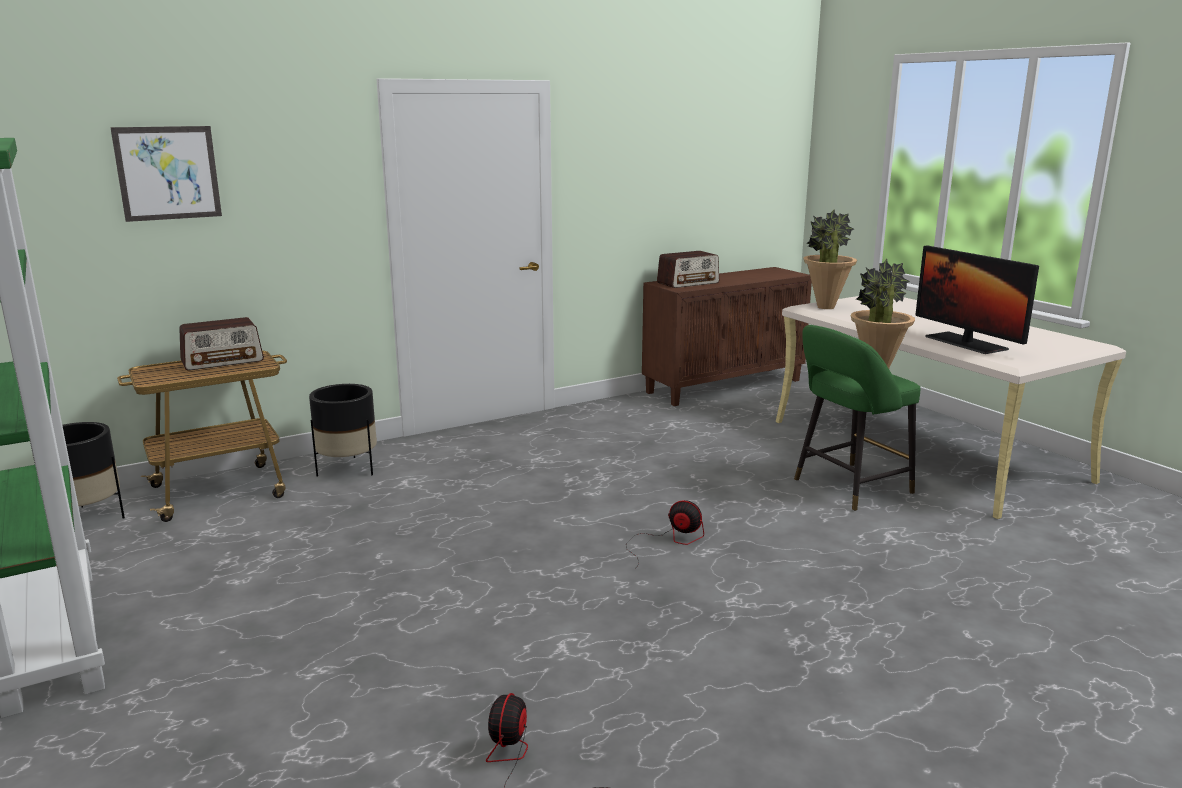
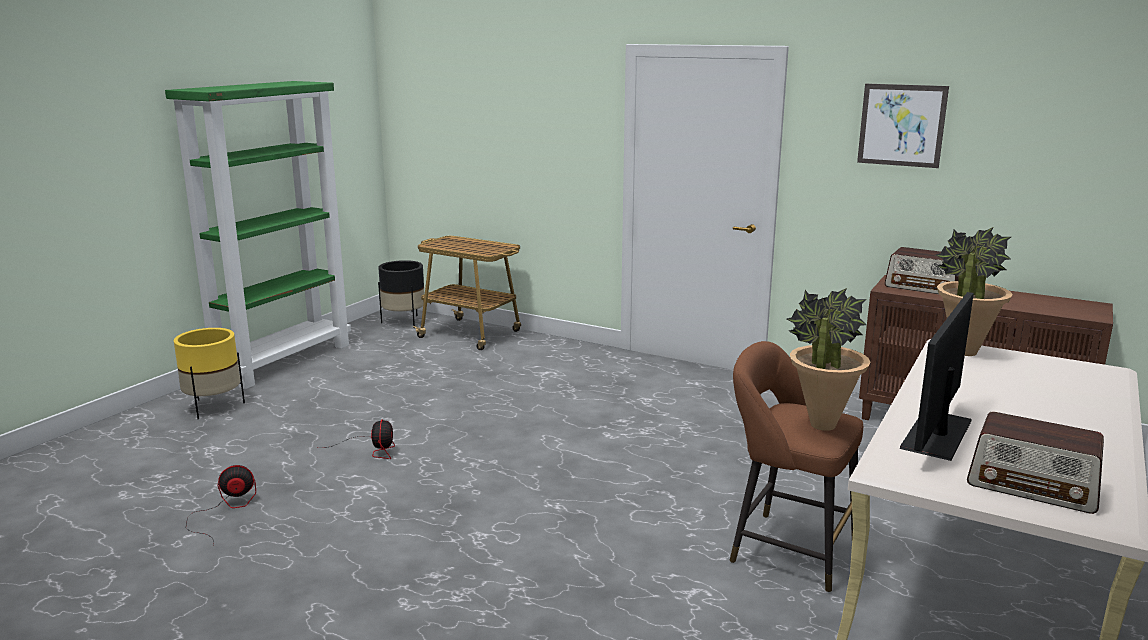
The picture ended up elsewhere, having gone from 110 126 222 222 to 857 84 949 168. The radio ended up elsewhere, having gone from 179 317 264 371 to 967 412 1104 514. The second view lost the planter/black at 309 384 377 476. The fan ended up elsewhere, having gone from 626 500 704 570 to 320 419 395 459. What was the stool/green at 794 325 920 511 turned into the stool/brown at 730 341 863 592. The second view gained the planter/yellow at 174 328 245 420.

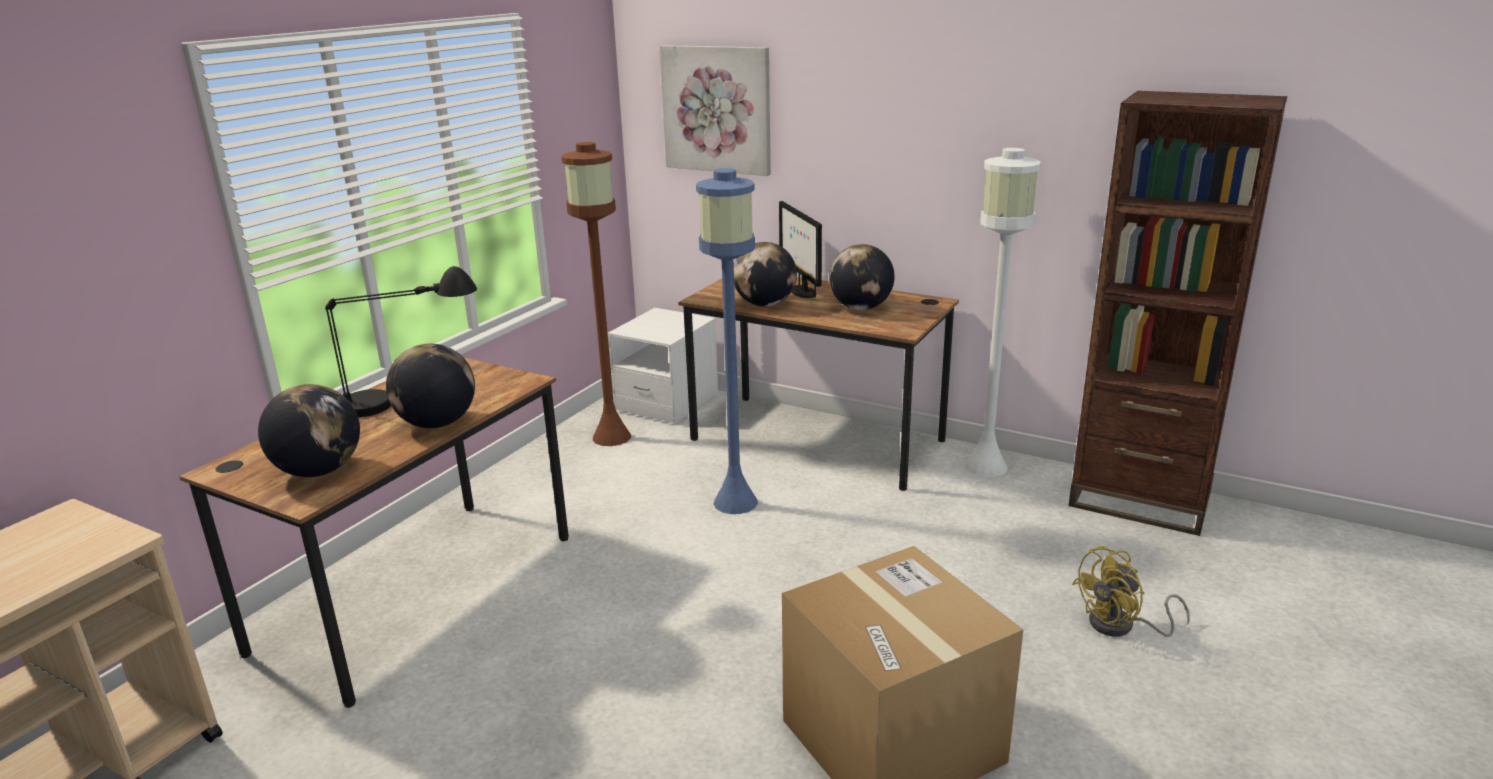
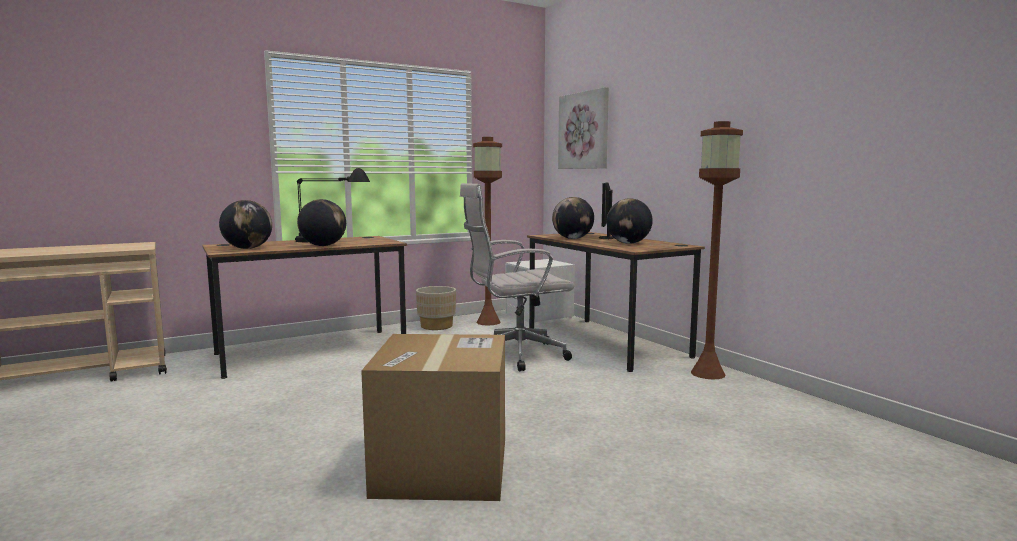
Where the floor lamp/blue stood at 696 168 758 514, the office chair/white came to stand at 460 183 574 371. What was the floor lamp/white at 965 148 1041 477 turned into the floor lamp/brown at 691 121 743 380. The second view lost the bookcase/brown at 1068 91 1287 536. The second view lost the fan/yellow at 1072 546 1190 637. The second view gained the planter/beige at 416 286 456 330.

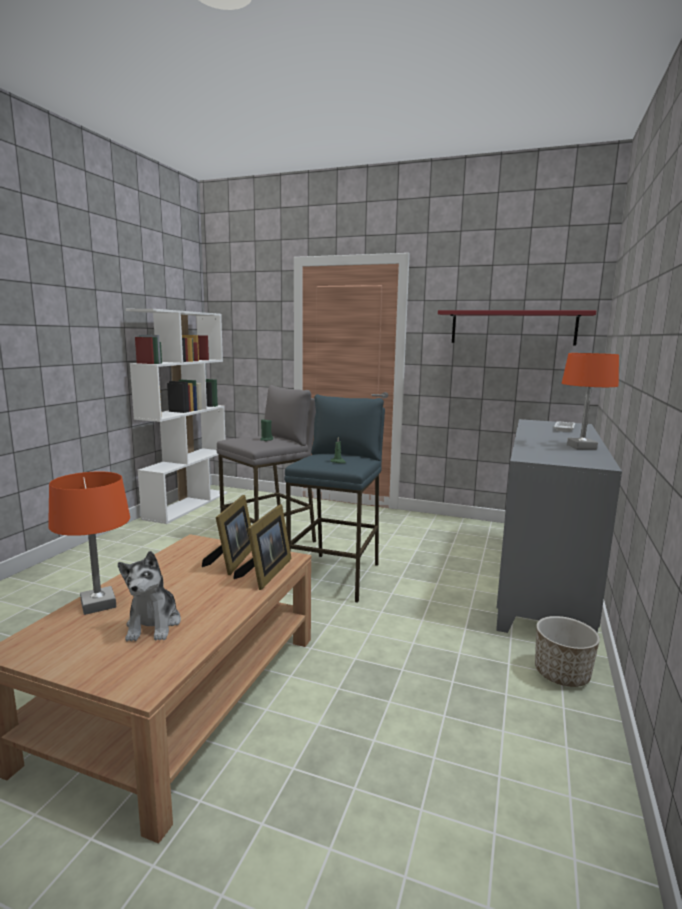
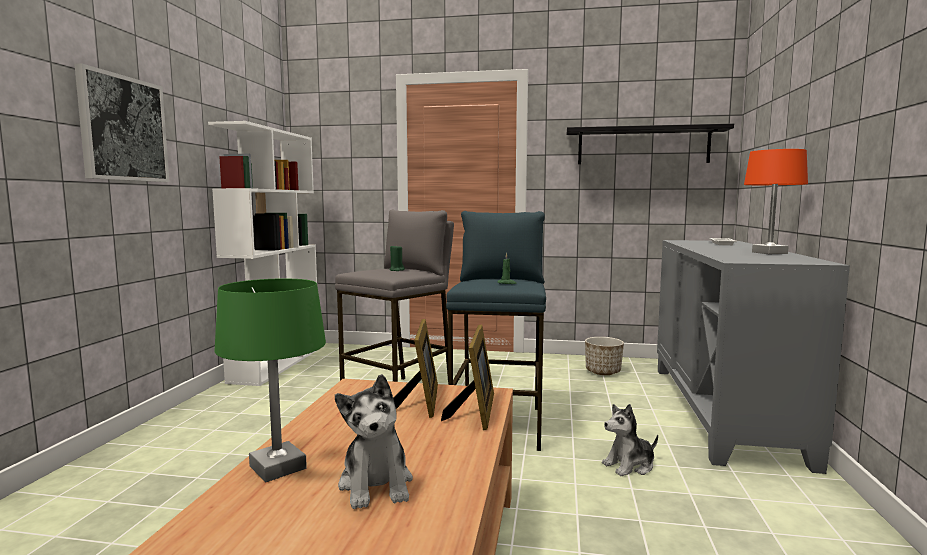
What was the table lamp/orange at 48 471 130 615 turned into the table lamp/green at 215 278 326 482. What was the shelf/red at 438 310 596 345 turned into the shelf/black at 567 123 734 164. The planter ended up elsewhere, having gone from 535 616 600 687 to 585 337 624 375. The second view gained the picture at 74 63 169 182. The second view gained the plush toy at 602 404 658 476.

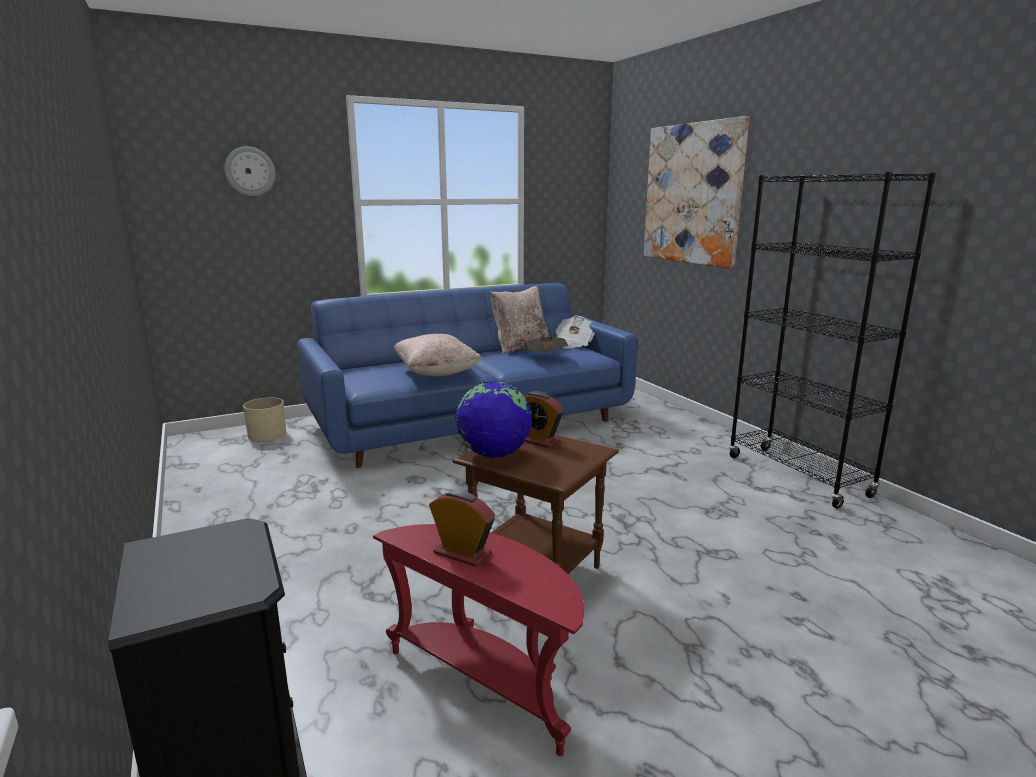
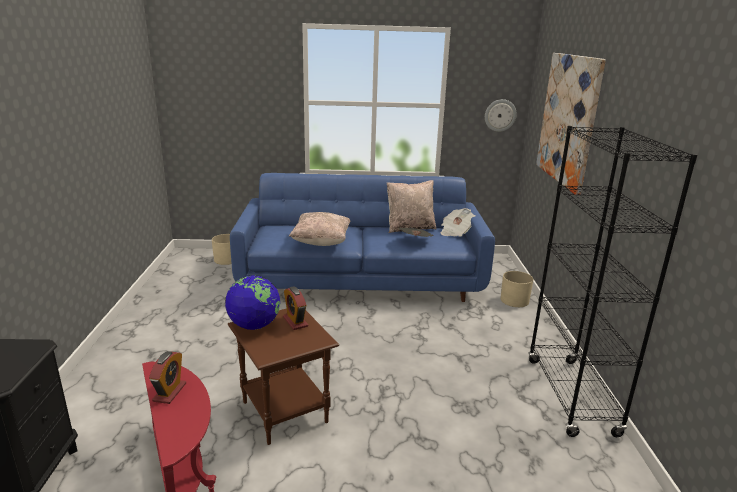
The wall clock ended up elsewhere, having gone from 224 146 275 196 to 485 99 517 132. The alarm clock at 429 490 495 567 ended up facing another way, 45 degrees clockwise from before. The second view gained the planter/beige at 501 271 534 307.

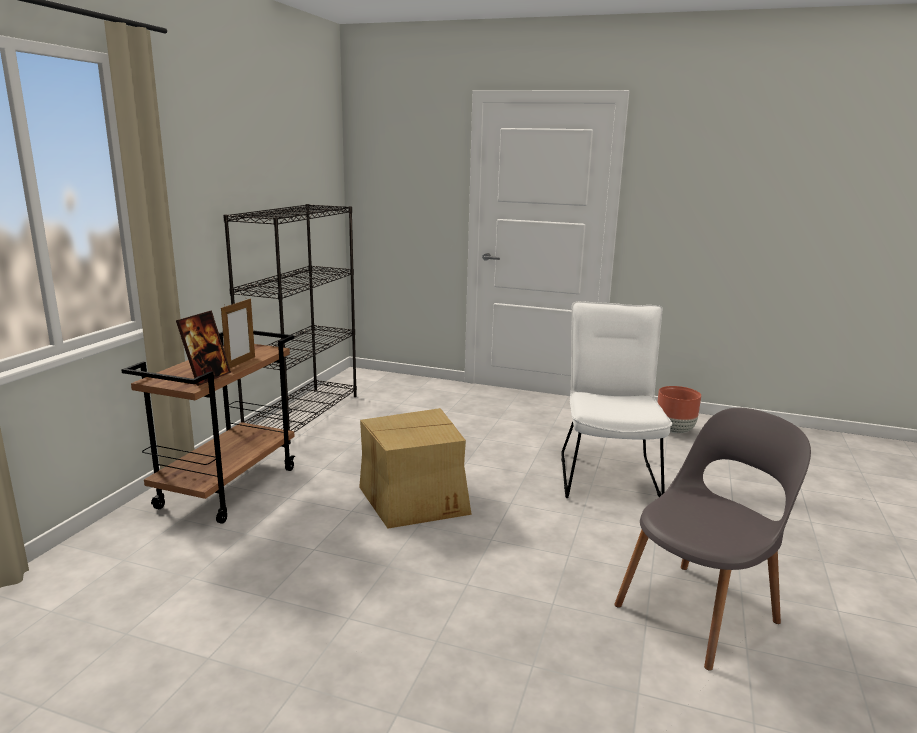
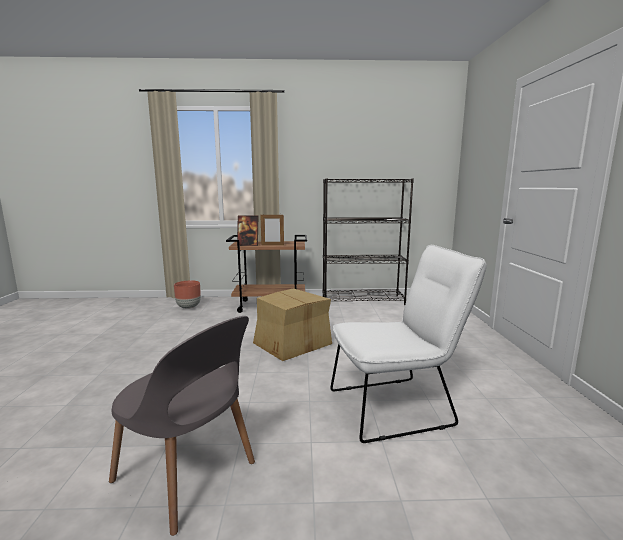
The planter/brown ended up elsewhere, having gone from 657 386 701 434 to 174 280 201 309.

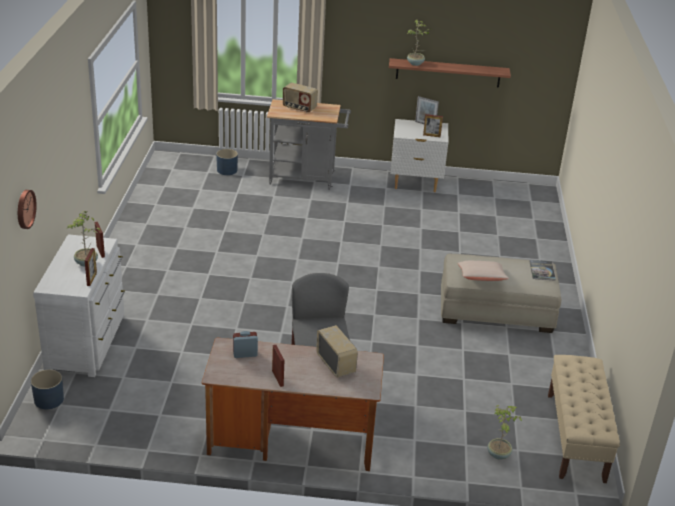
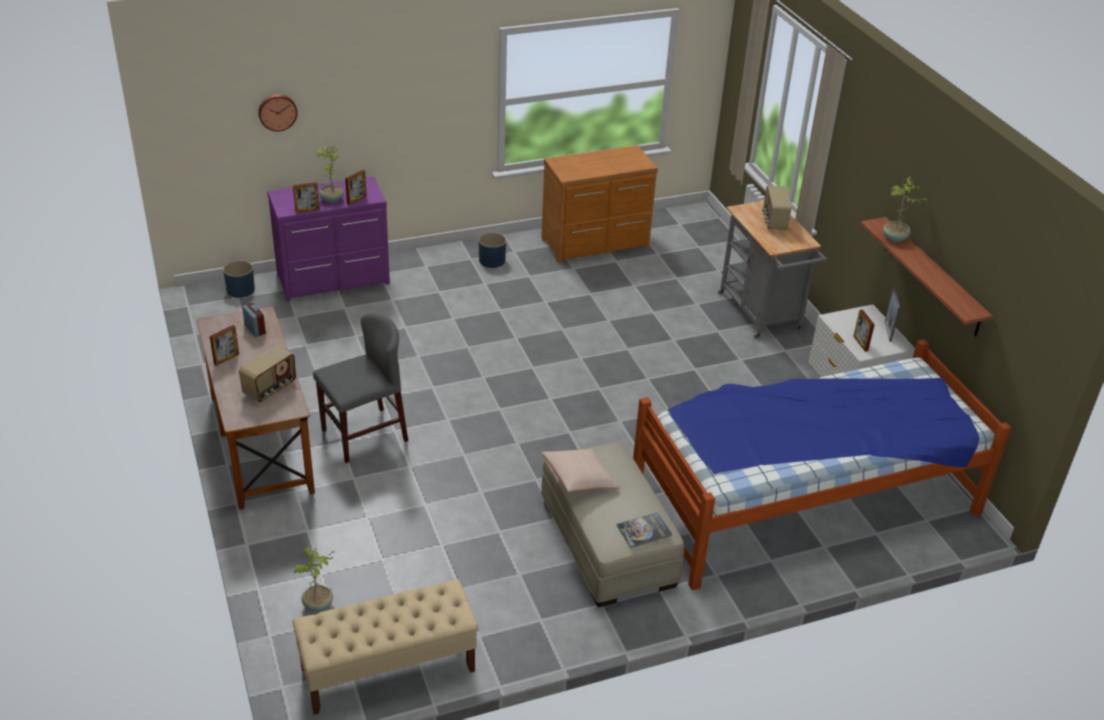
What was the dresser/white at 33 234 125 377 turned into the dresser/purple at 268 176 390 301. The planter/blue ended up elsewhere, having gone from 216 149 238 175 to 479 233 506 268. The second view gained the dresser/brown at 541 145 658 263. The second view gained the bed at 633 339 1011 590.

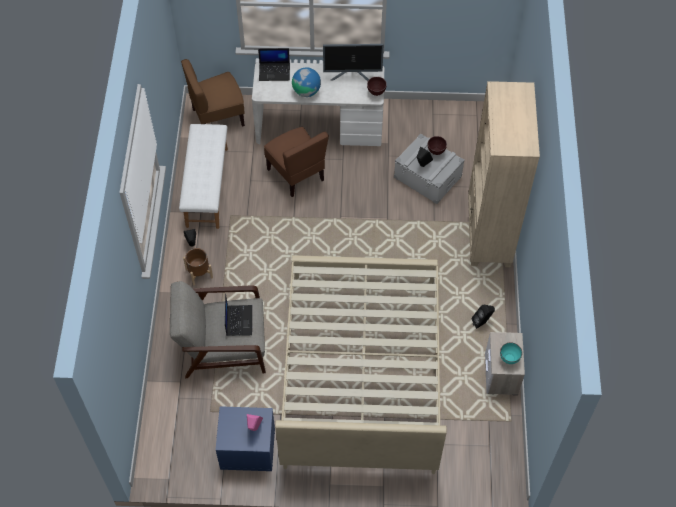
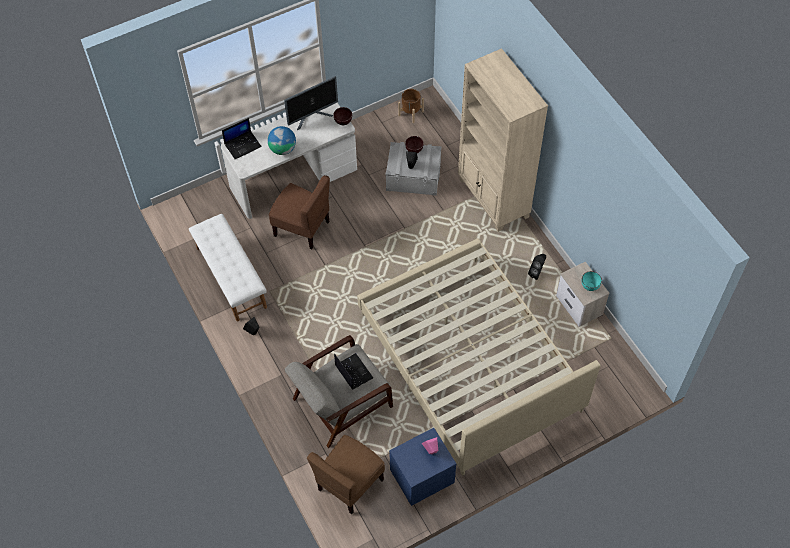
The chair/brown ended up elsewhere, having gone from 181 59 245 127 to 307 435 385 514. The planter/brown ended up elsewhere, having gone from 183 248 213 285 to 398 89 424 123.

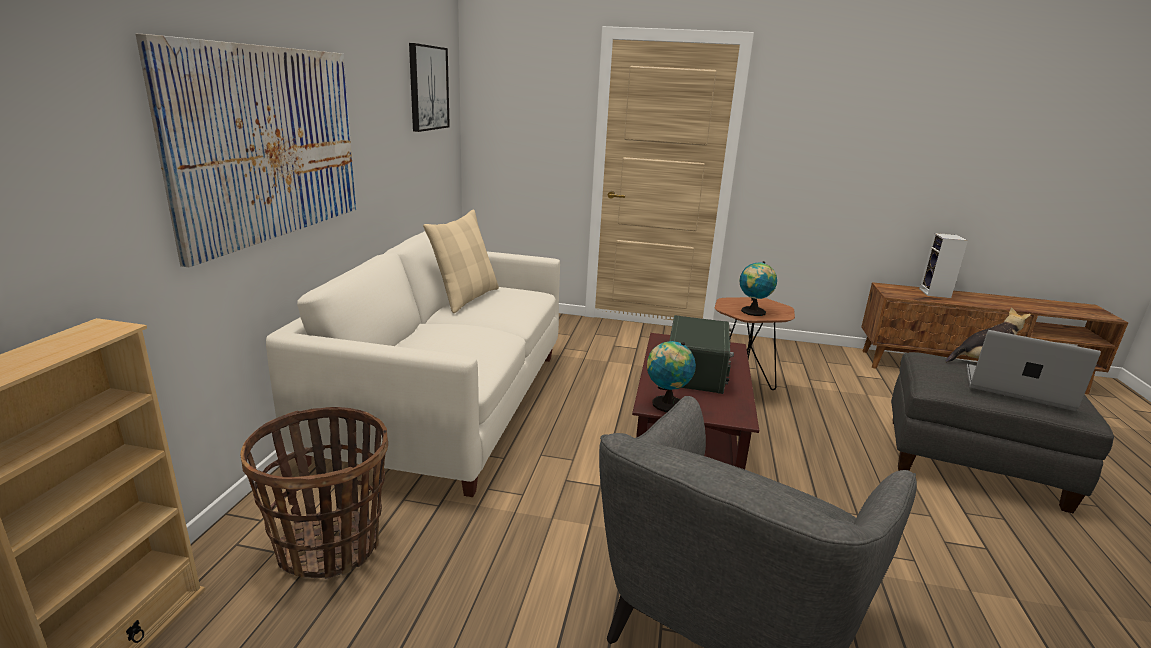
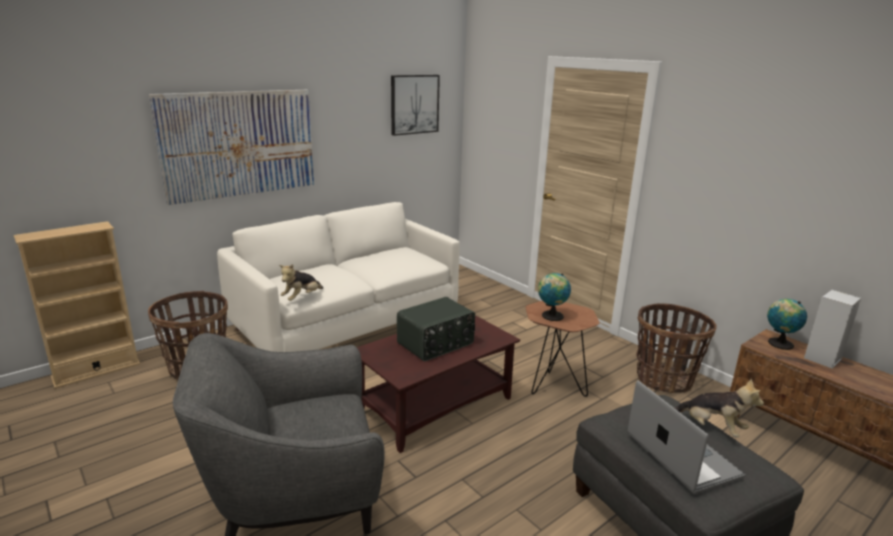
The second view lost the pillow/beige at 423 209 499 313. The globe ended up elsewhere, having gone from 647 341 696 412 to 767 299 807 350. The second view gained the plush toy at 279 264 323 301. The second view gained the basket at 636 303 717 393.

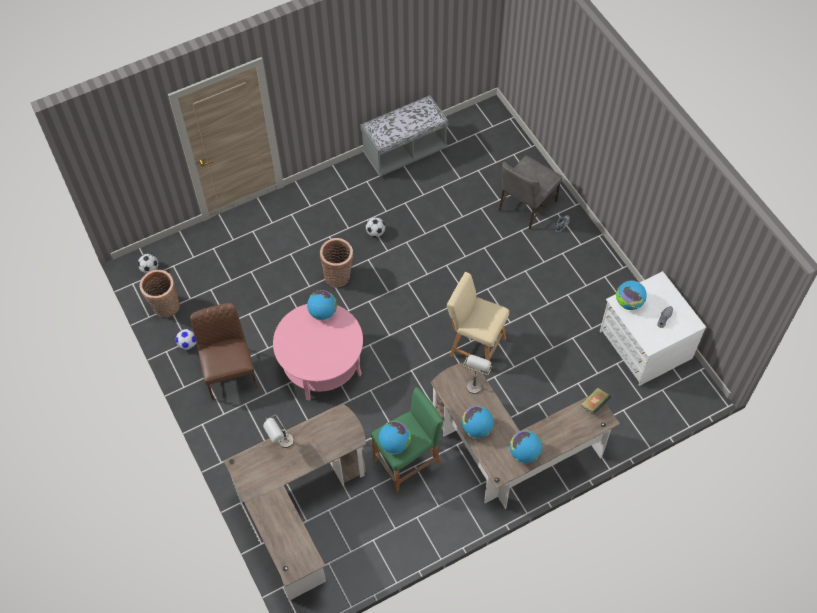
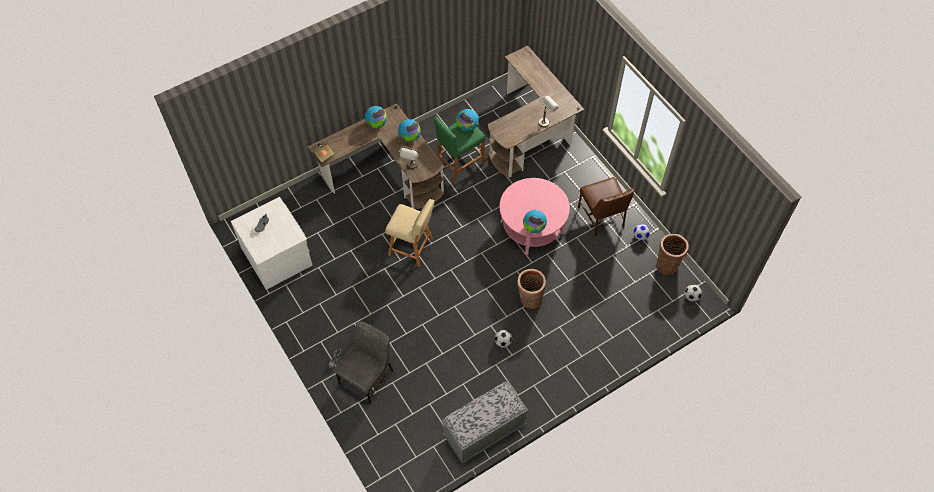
The second view lost the globe at 616 280 647 310.

